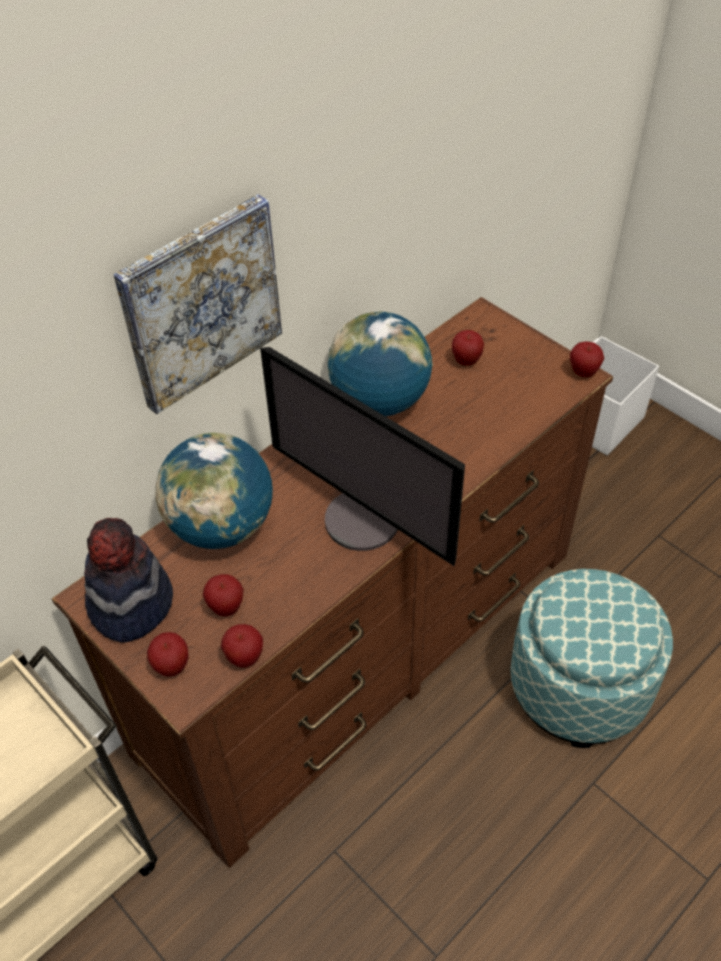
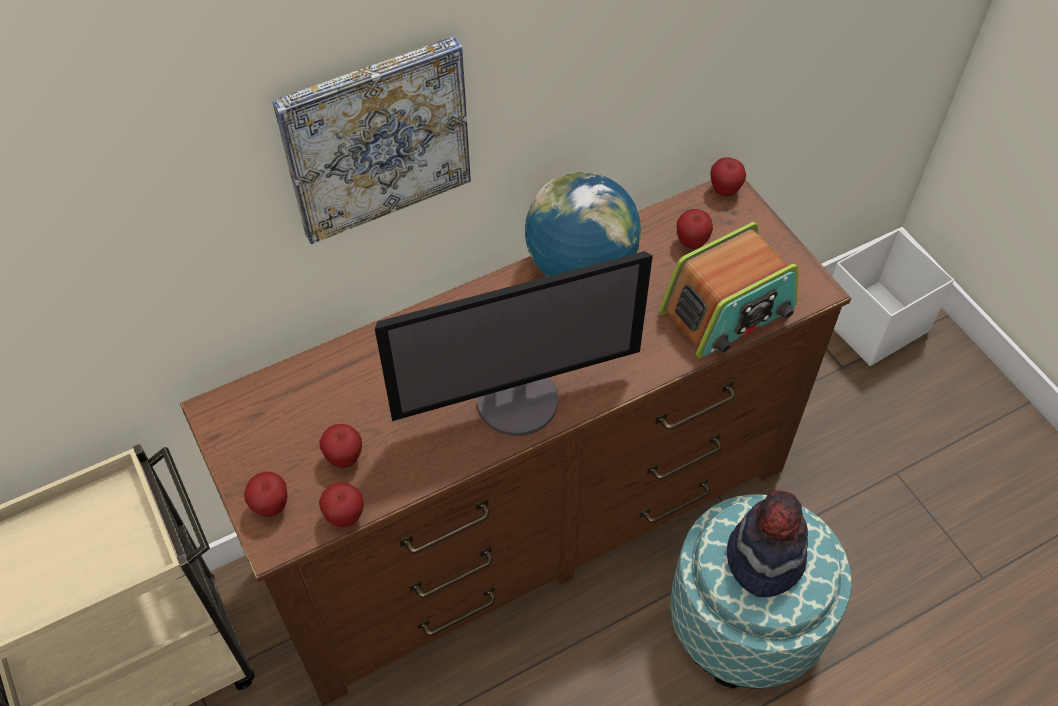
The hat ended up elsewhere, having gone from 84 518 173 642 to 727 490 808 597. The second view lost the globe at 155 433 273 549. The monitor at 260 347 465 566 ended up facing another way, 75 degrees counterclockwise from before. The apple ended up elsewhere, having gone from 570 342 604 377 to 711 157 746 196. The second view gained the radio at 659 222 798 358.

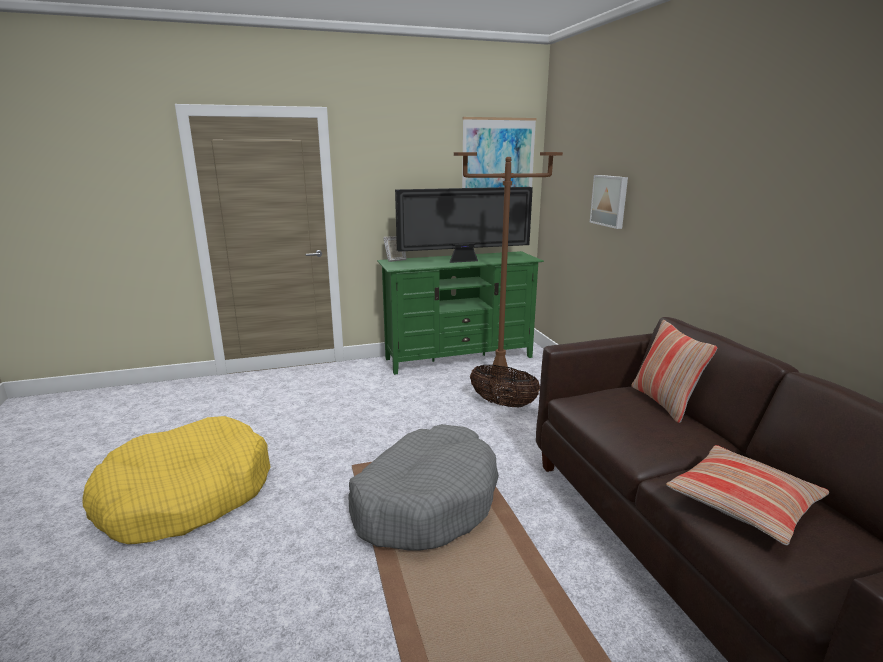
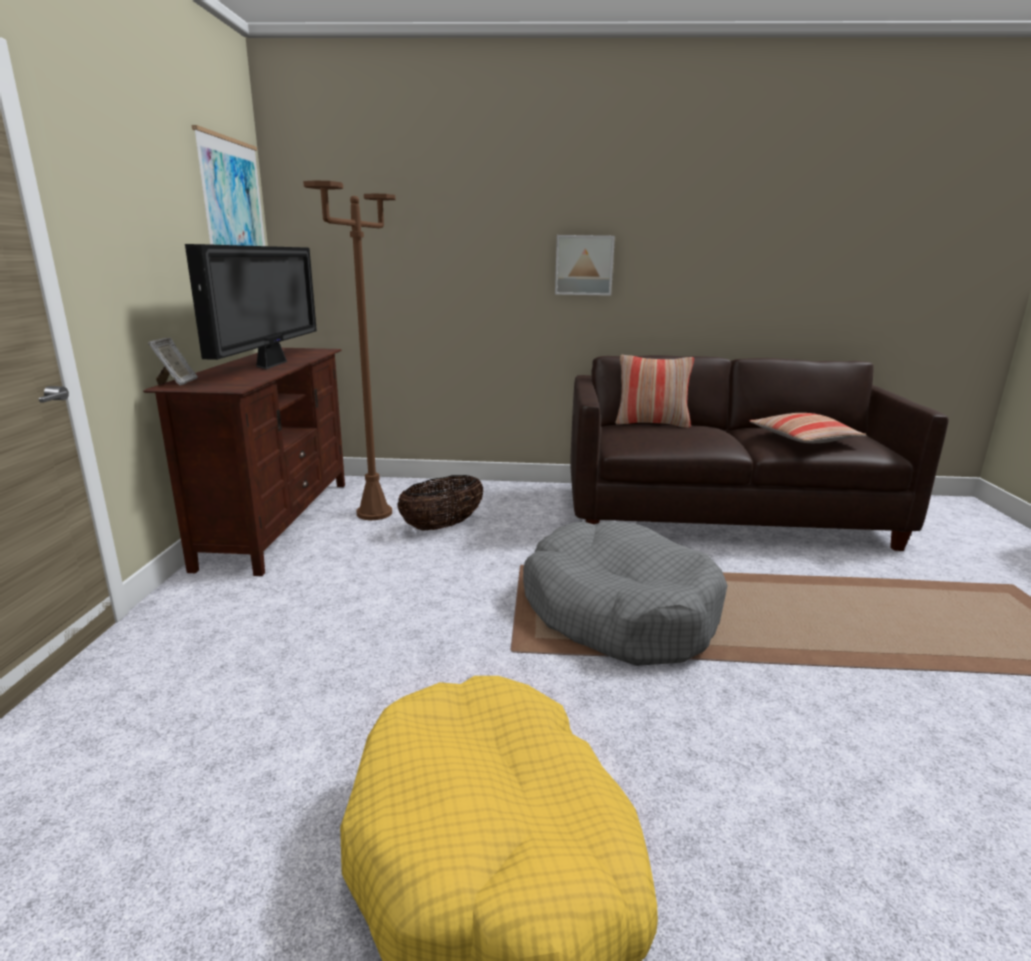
What was the tv stand/green at 377 251 544 375 turned into the tv stand/brown at 143 348 345 576. The picture ended up elsewhere, having gone from 590 175 628 229 to 555 235 615 296.

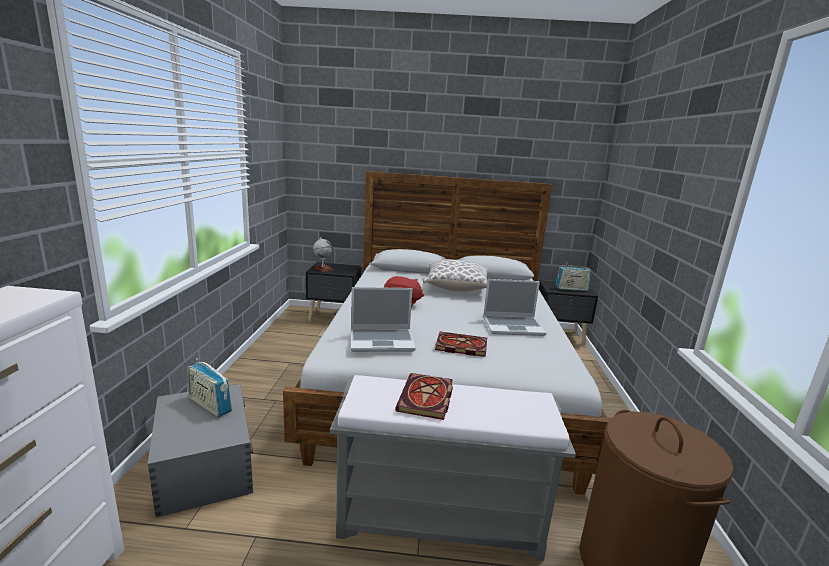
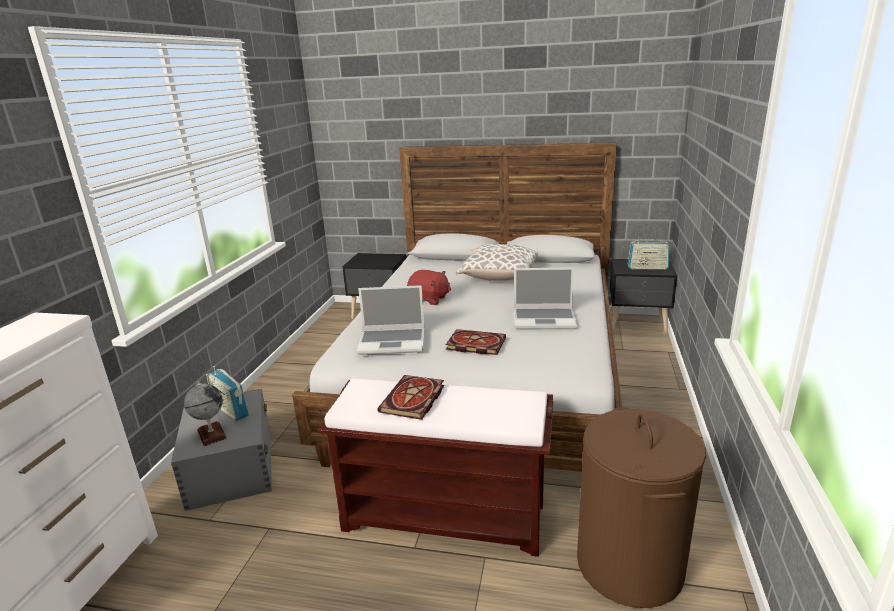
The globe ended up elsewhere, having gone from 313 237 333 272 to 184 381 227 446. What was the bench/grey at 330 375 576 561 turned into the bench/brown at 318 378 553 557.

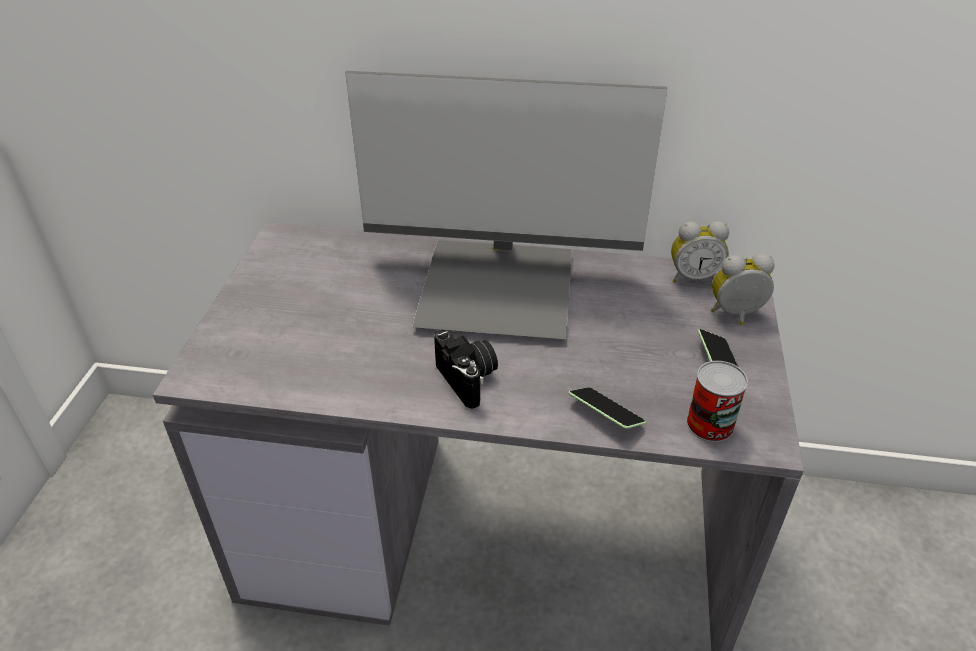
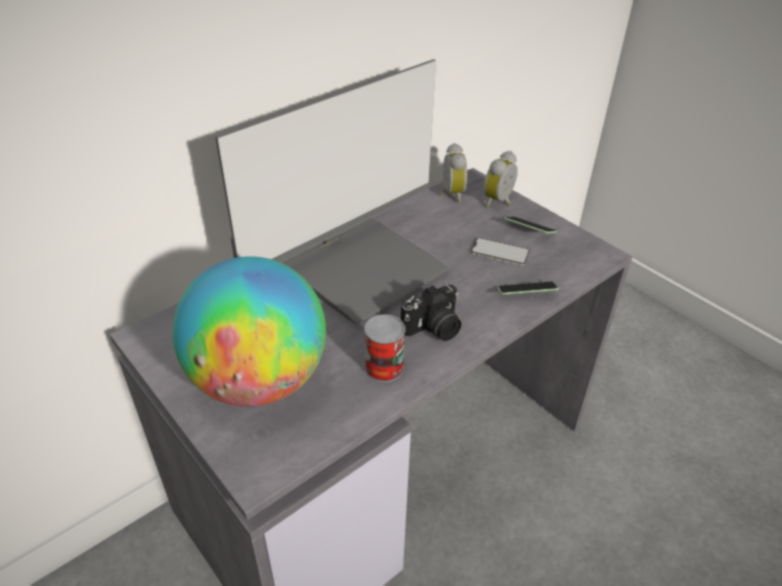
The photo camera at 434 329 498 409 ended up facing another way, 135 degrees clockwise from before. The alarm clock at 671 221 729 283 ended up facing another way, 45 degrees counterclockwise from before. The can ended up elsewhere, having gone from 686 361 748 442 to 364 314 405 382. The second view gained the globe at 173 256 326 407. The second view gained the phone at 470 237 530 265.

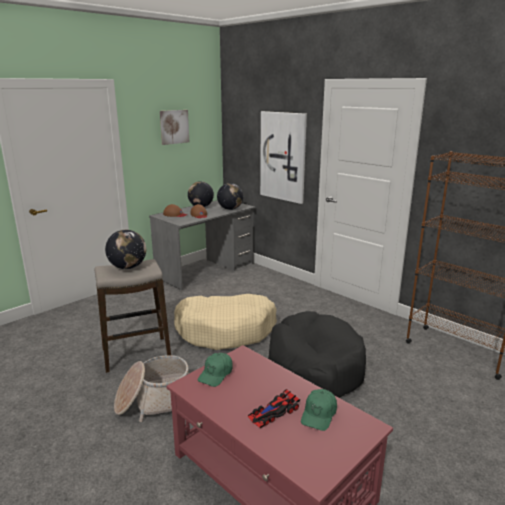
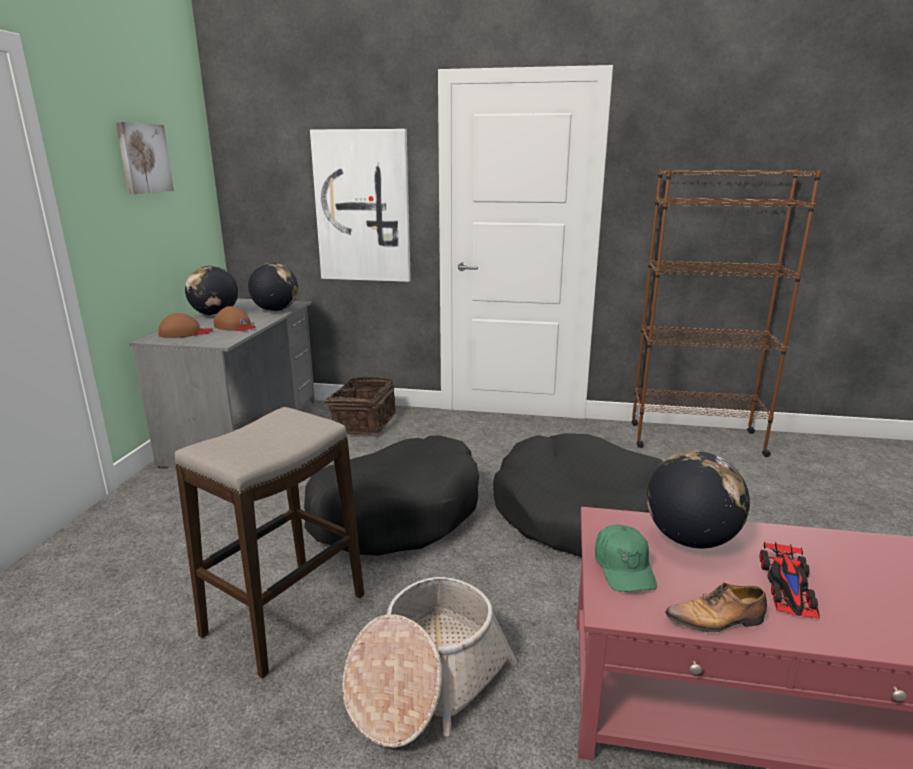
The globe ended up elsewhere, having gone from 105 230 146 269 to 647 451 750 549. What was the dog bed/beige at 174 294 277 350 turned into the dog bed/black at 304 435 479 556. The second view lost the cap/green at 301 389 337 431. The second view gained the basket at 322 377 396 435. The second view gained the shoe at 665 582 767 632.

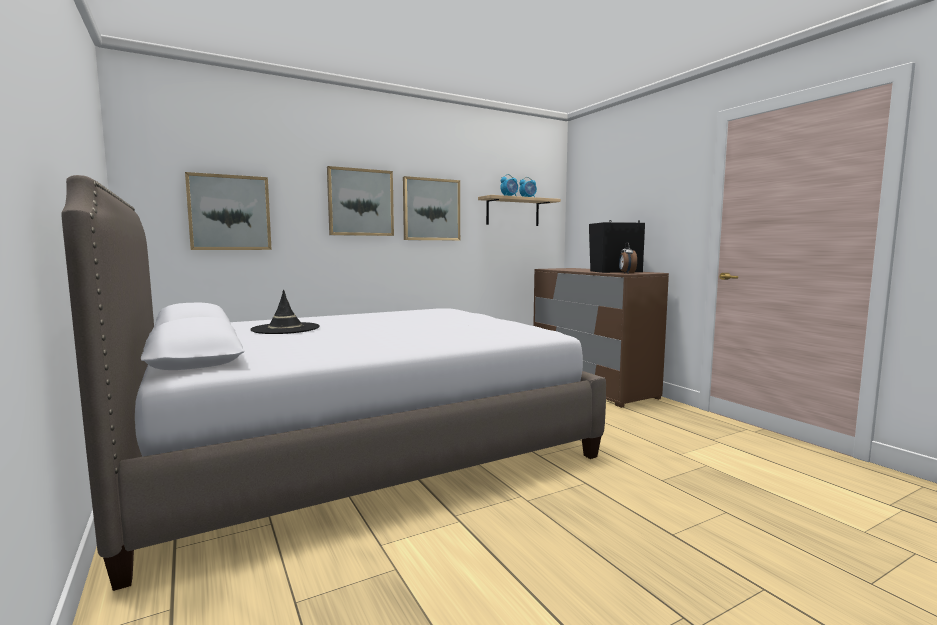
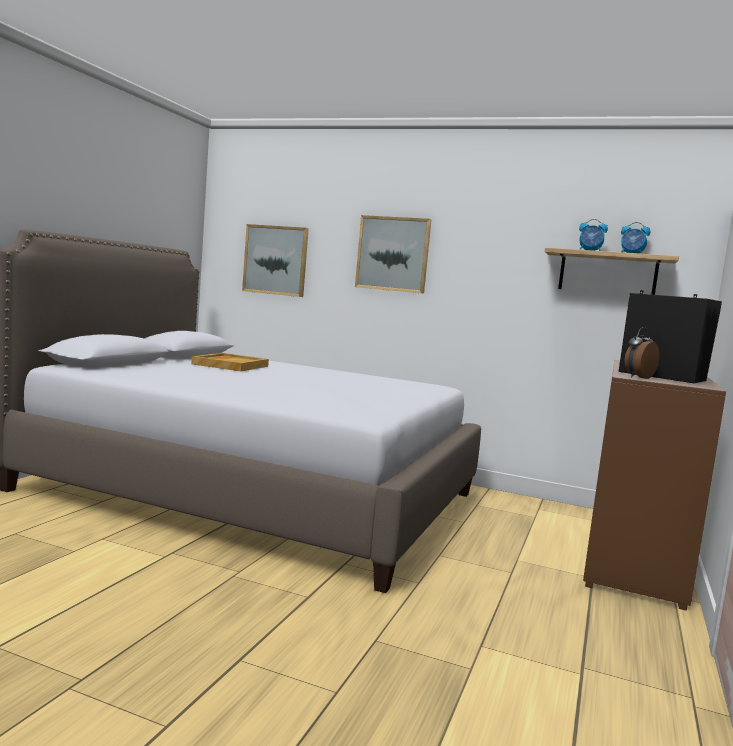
Where the hat/black stood at 250 289 320 334, the tray/beige came to stand at 191 353 269 371. The second view lost the picture at 403 176 460 240.

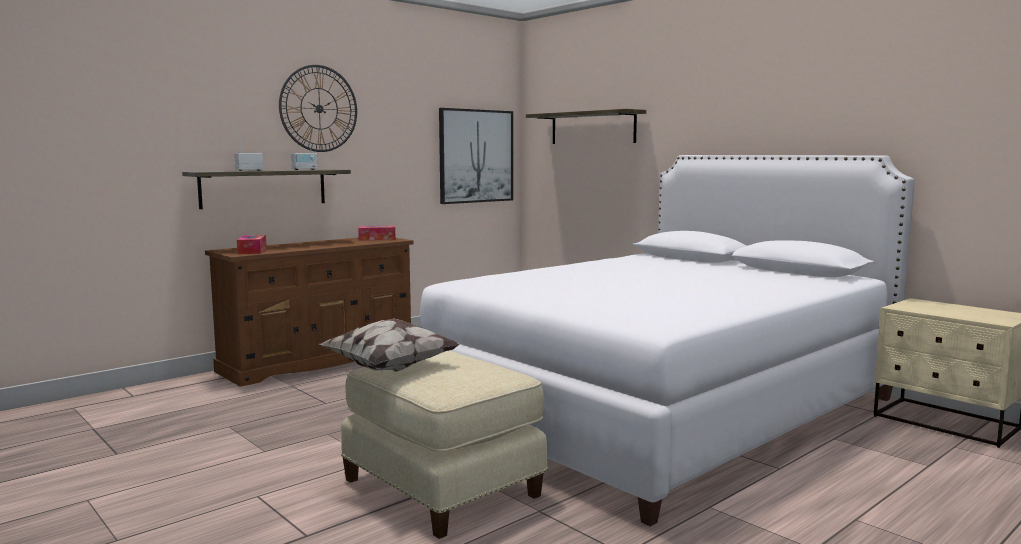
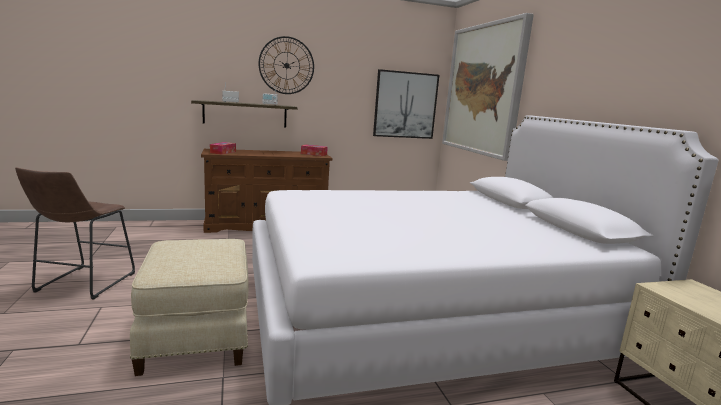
The second view lost the pillow at 319 318 460 372. Where the shelf hung at 526 109 646 144, the picture came to hang at 442 13 534 161. The second view gained the stool/brown at 15 167 135 300.

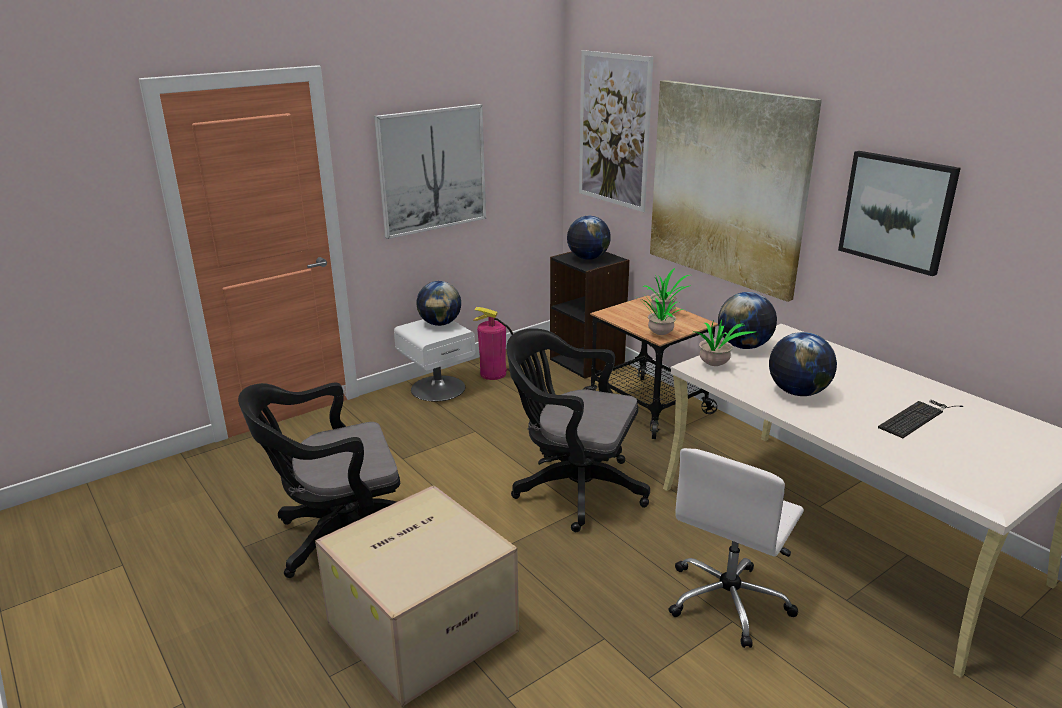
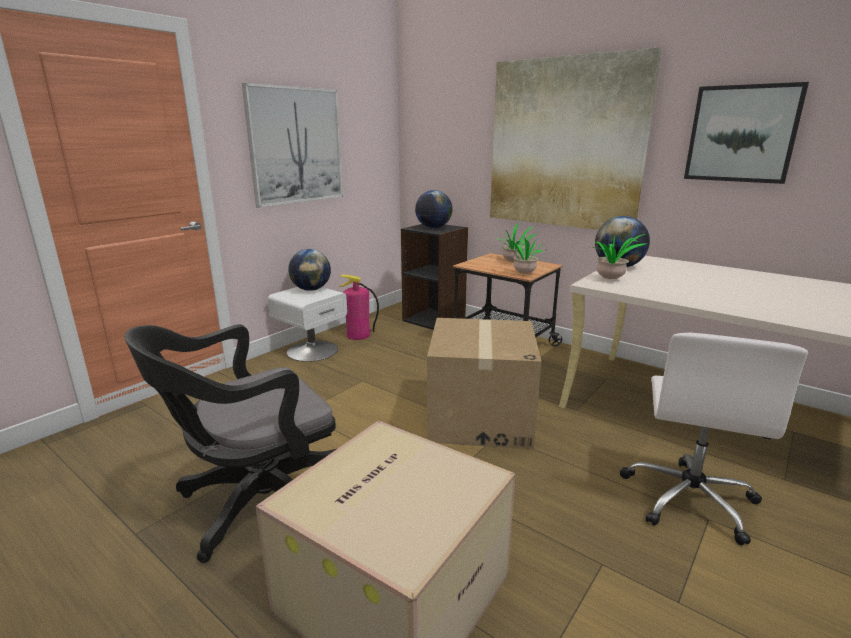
Where the office chair/black stood at 506 328 650 532, the cardboard box came to stand at 427 318 541 449. The second view lost the picture at 579 50 653 212. The second view lost the globe at 769 332 837 396. The second view lost the keyboard at 878 400 963 438.

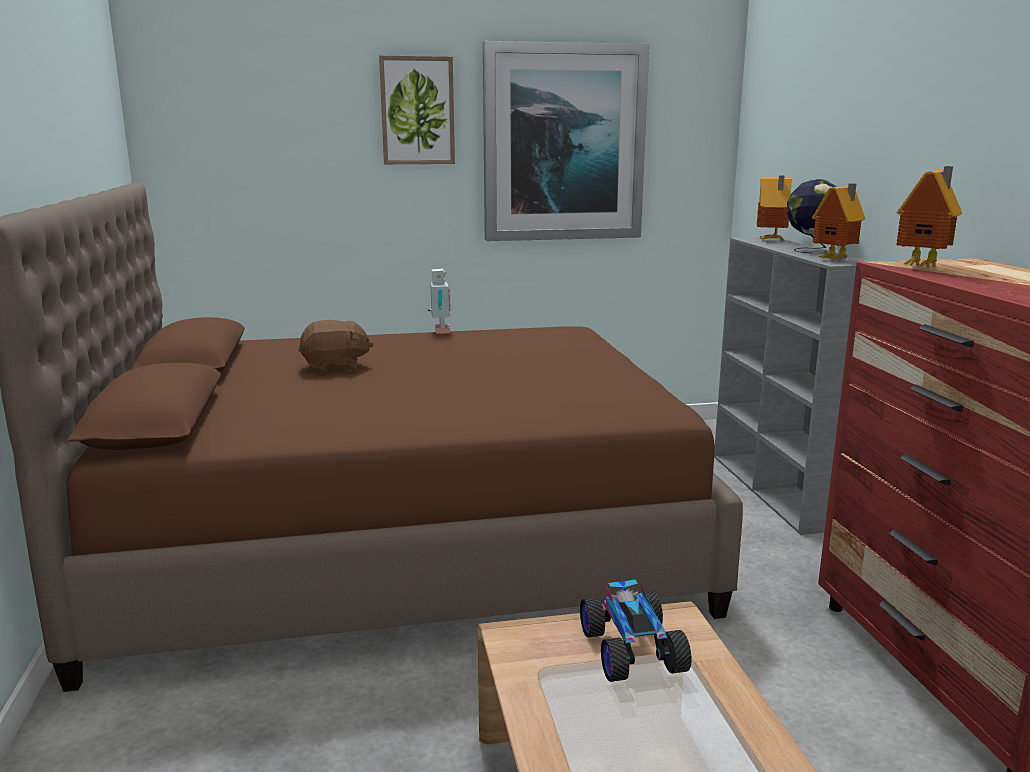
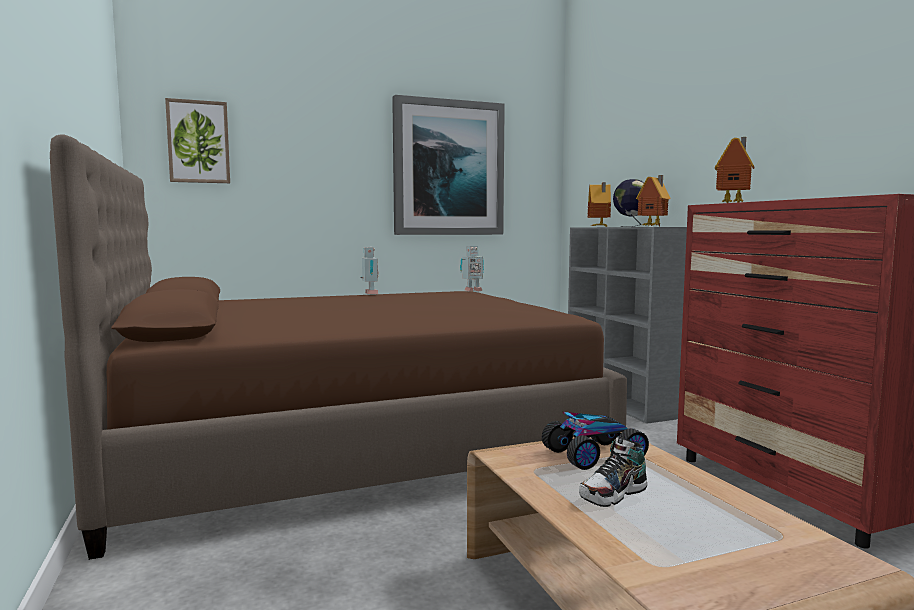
The second view lost the plush toy/brown at 299 320 374 374. The picture ended up elsewhere, having gone from 379 56 455 164 to 165 98 230 183. The toy car at 580 580 692 682 ended up facing another way, 90 degrees counterclockwise from before. The second view gained the toy robot at 460 246 484 291. The second view gained the shoe at 579 436 647 507.

